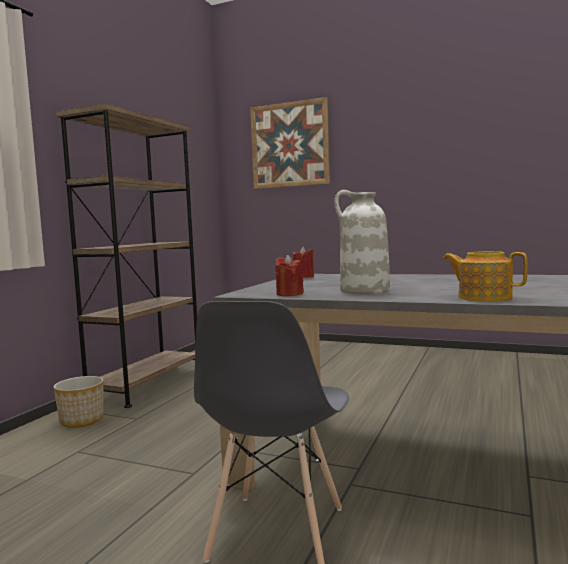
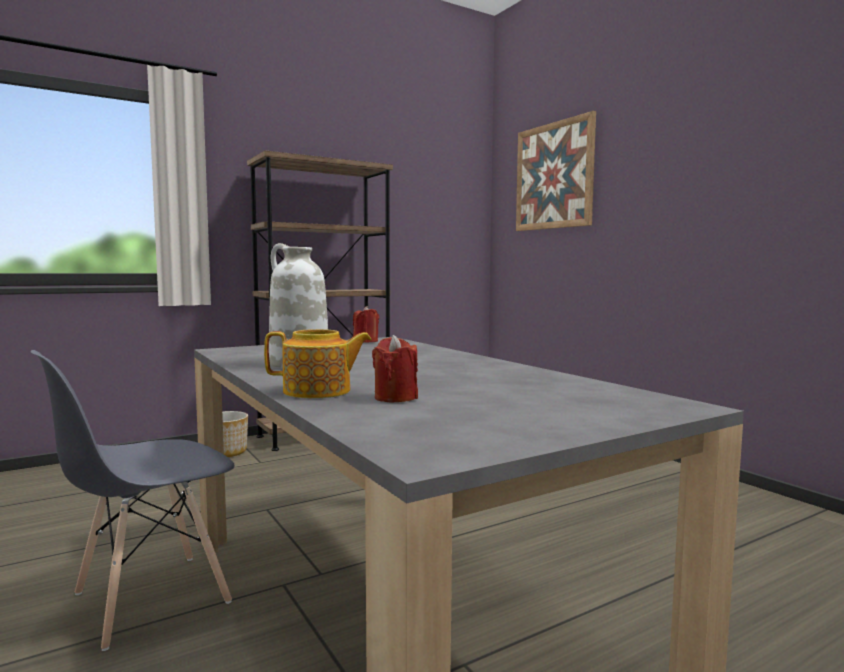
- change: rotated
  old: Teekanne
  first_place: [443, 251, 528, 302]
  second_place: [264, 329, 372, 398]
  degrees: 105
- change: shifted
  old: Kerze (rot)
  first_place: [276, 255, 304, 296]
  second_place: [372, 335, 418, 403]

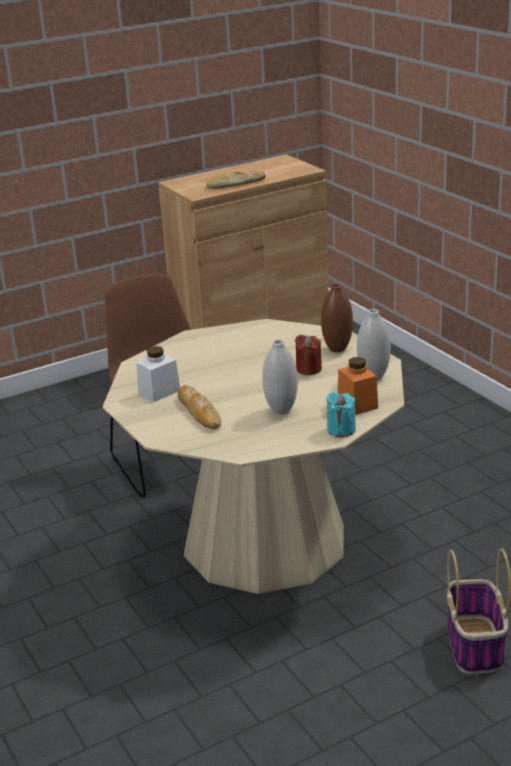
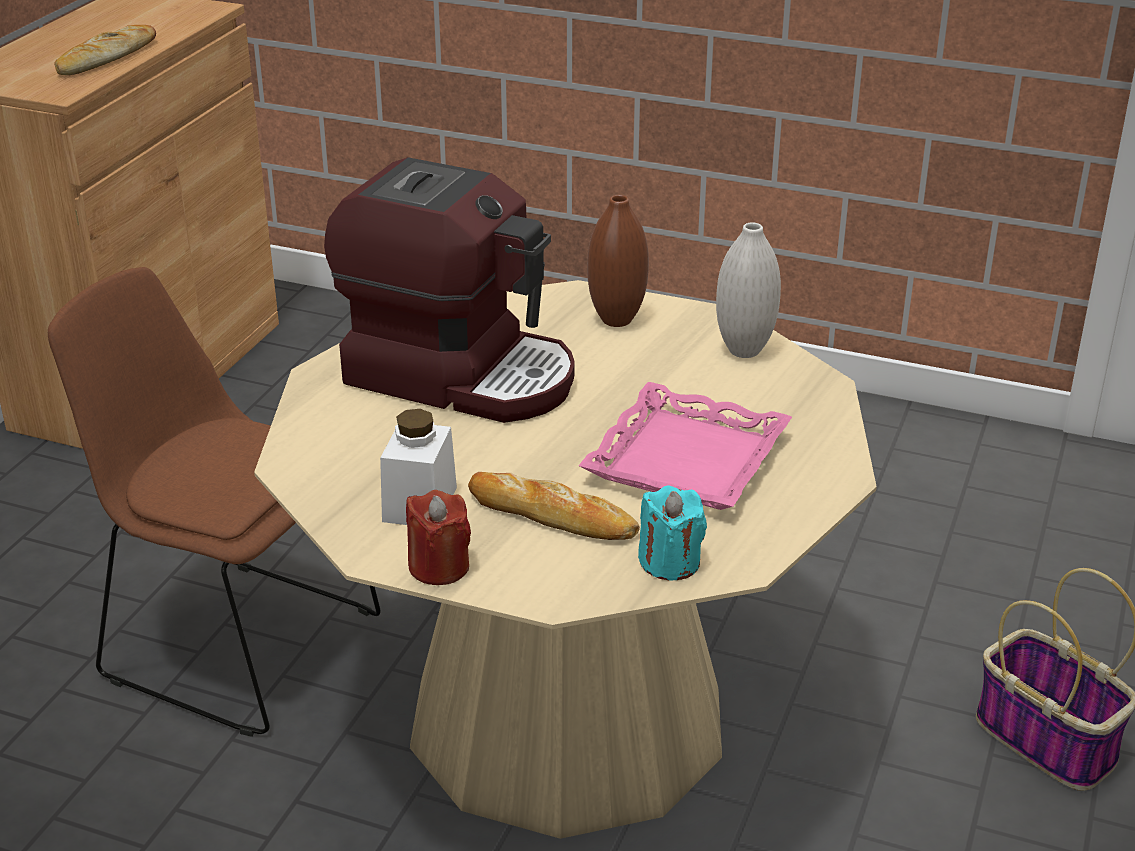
- change: shifted
  old: Kerze (rot)
  first_place: [295, 335, 322, 375]
  second_place: [406, 490, 471, 585]
- change: swapped
  old: Vase (weiß)
  new: Tablett (rosa)
  first_place: [262, 340, 298, 415]
  second_place: [579, 382, 792, 510]
- change: gone
  old: Vorratsglas (orange)
  first_place: [338, 357, 378, 415]
- change: shifted
  old: Kerze (türkis)
  first_place: [326, 392, 356, 437]
  second_place: [638, 486, 707, 580]
- change: new
  new: Kaffeemaschine
  second_place: [324, 157, 575, 423]

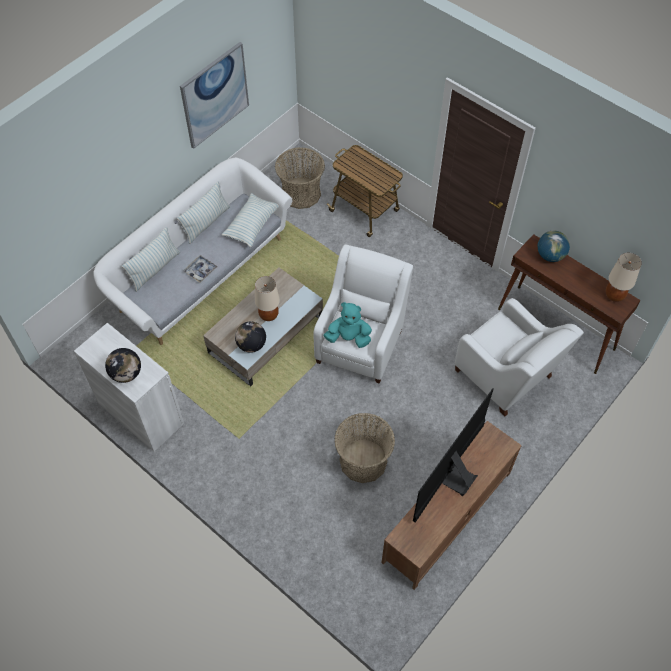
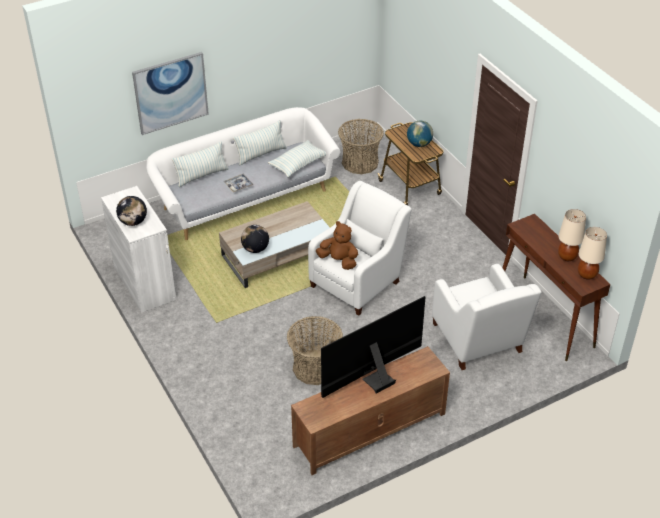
- change: shifted
  old: Bild
  first_place: [180, 42, 249, 149]
  second_place: [132, 52, 209, 135]
- change: shifted
  old: Globus
  first_place: [538, 230, 570, 262]
  second_place: [407, 121, 433, 147]
- change: shifted
  old: Tischlampe (beige)
  first_place: [255, 276, 280, 321]
  second_place: [558, 209, 586, 261]
- change: repainted
  old: Plüschtier (türkis)
  new: Plüschtier (braun)
  first_place: [324, 302, 372, 348]
  second_place: [316, 221, 358, 270]

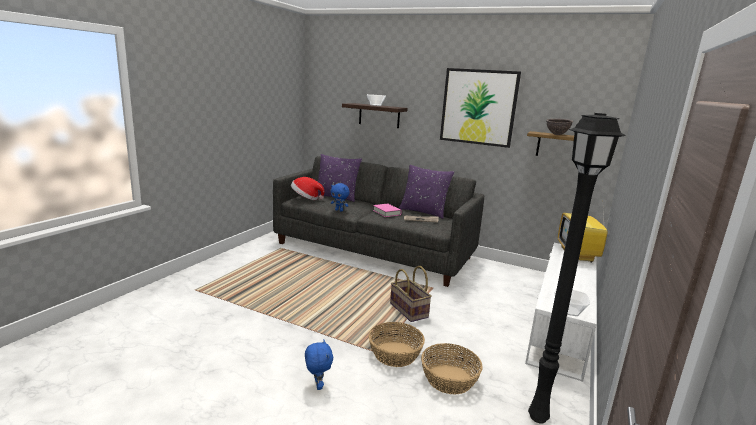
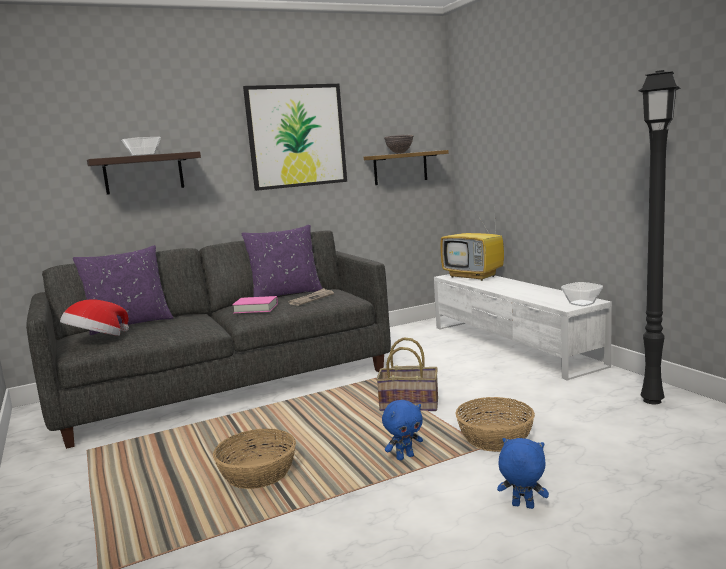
- change: shifted
  old: Plüschtier (blau)
  first_place: [331, 183, 350, 212]
  second_place: [382, 400, 423, 460]
- change: shifted
  old: Korb
  first_place: [421, 343, 483, 394]
  second_place: [213, 429, 296, 489]

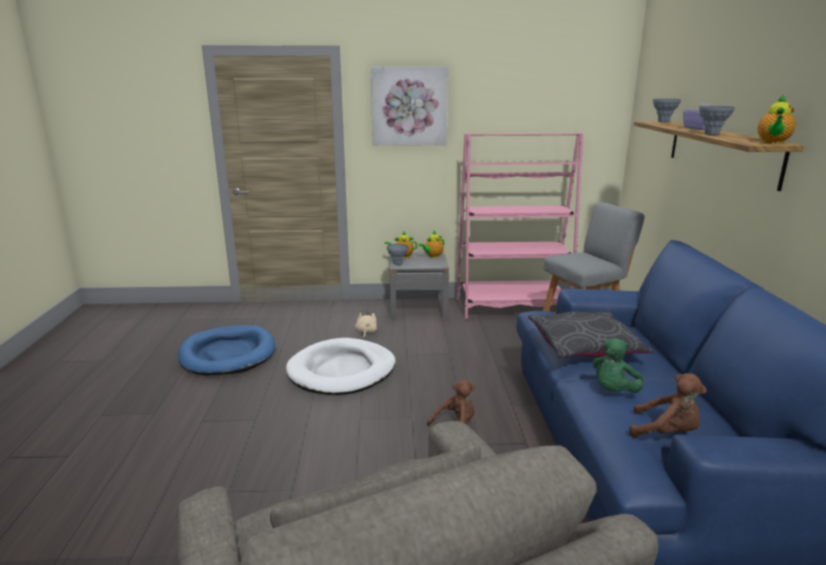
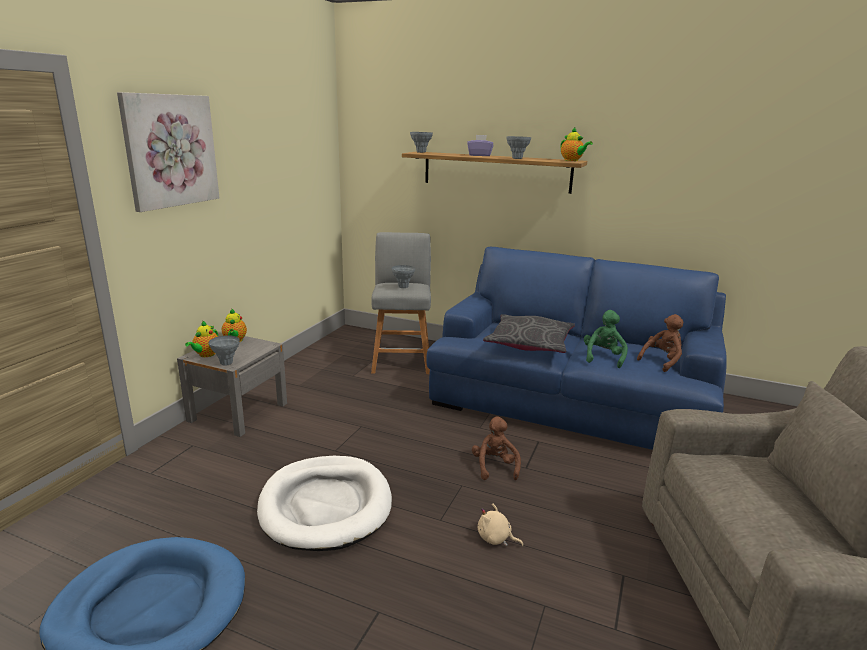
- change: gone
  old: Bücherregal (rosa)
  first_place: [456, 133, 583, 319]
- change: shifted
  old: Plüschtier (beige)
  first_place: [355, 312, 377, 338]
  second_place: [478, 503, 524, 546]
- change: rotated
  old: Plüschtier (grün)
  first_place: [593, 338, 643, 393]
  second_place: [584, 310, 628, 368]
  degrees: -135
- change: new
  new: Vase (grau)
  second_place: [392, 265, 415, 288]

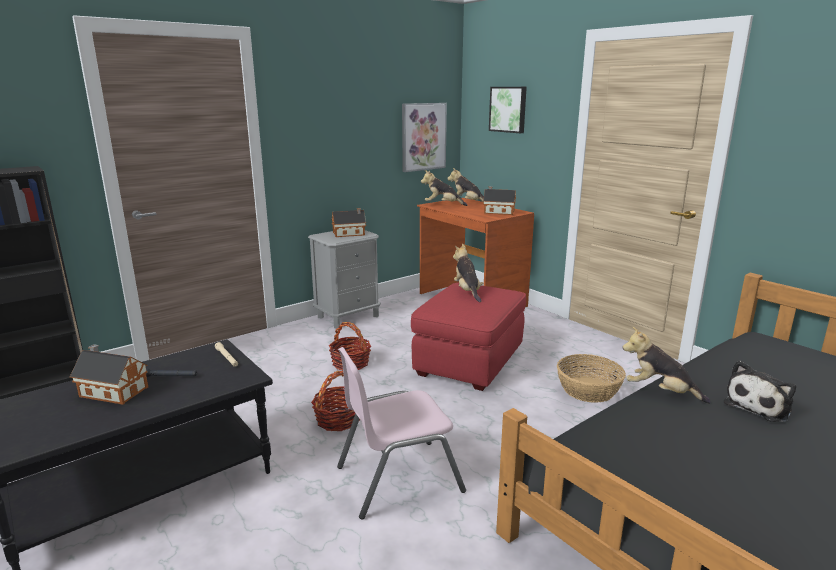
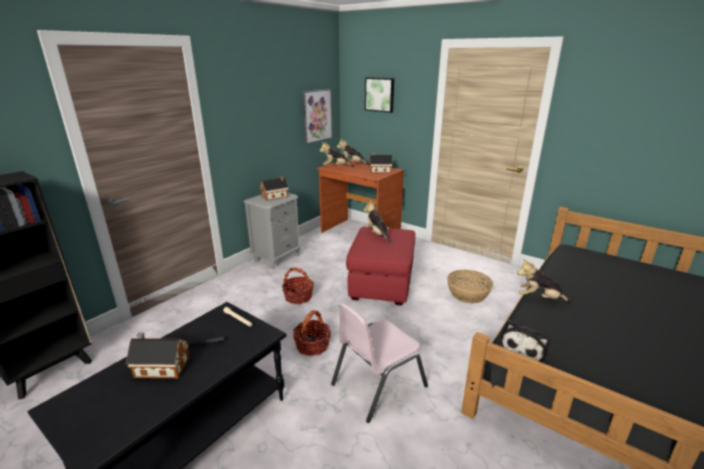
- change: shifted
  old: Plüschtier
  first_place: [724, 361, 796, 422]
  second_place: [500, 320, 551, 363]

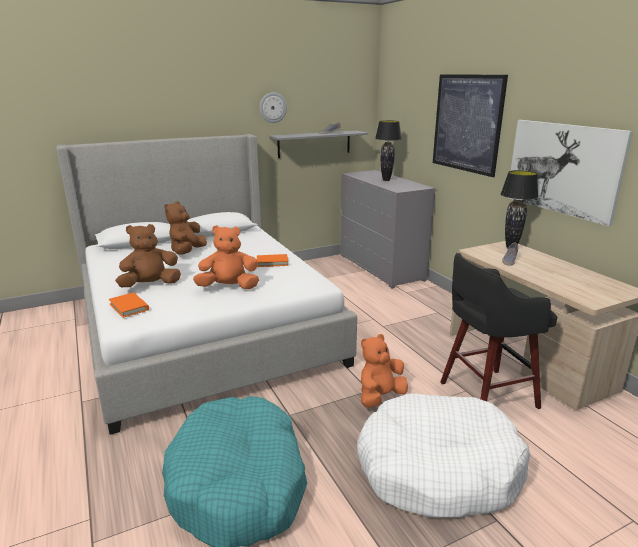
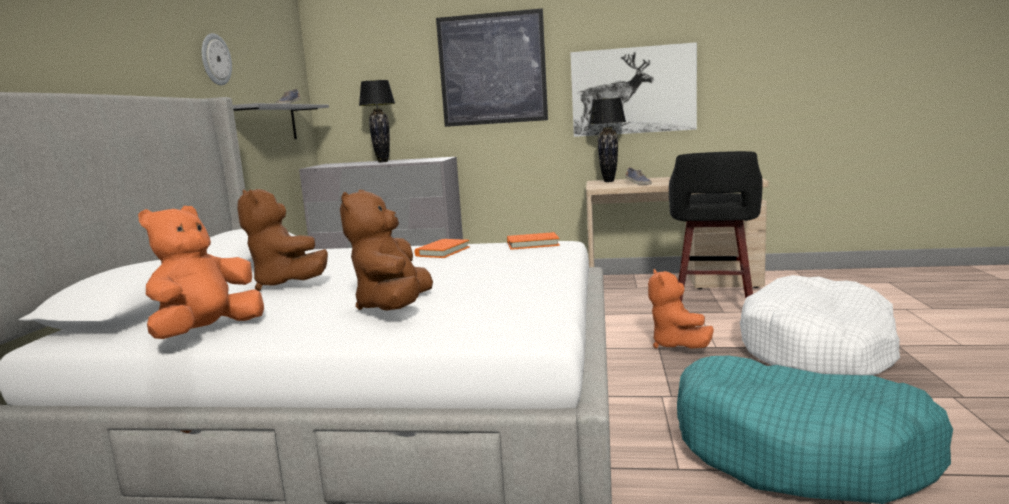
- change: shifted
  old: Plüschtier (orange)
  first_place: [193, 225, 259, 289]
  second_place: [138, 206, 264, 339]
- change: shifted
  old: Buch (orange)
  first_place: [109, 292, 149, 318]
  second_place: [507, 232, 560, 250]

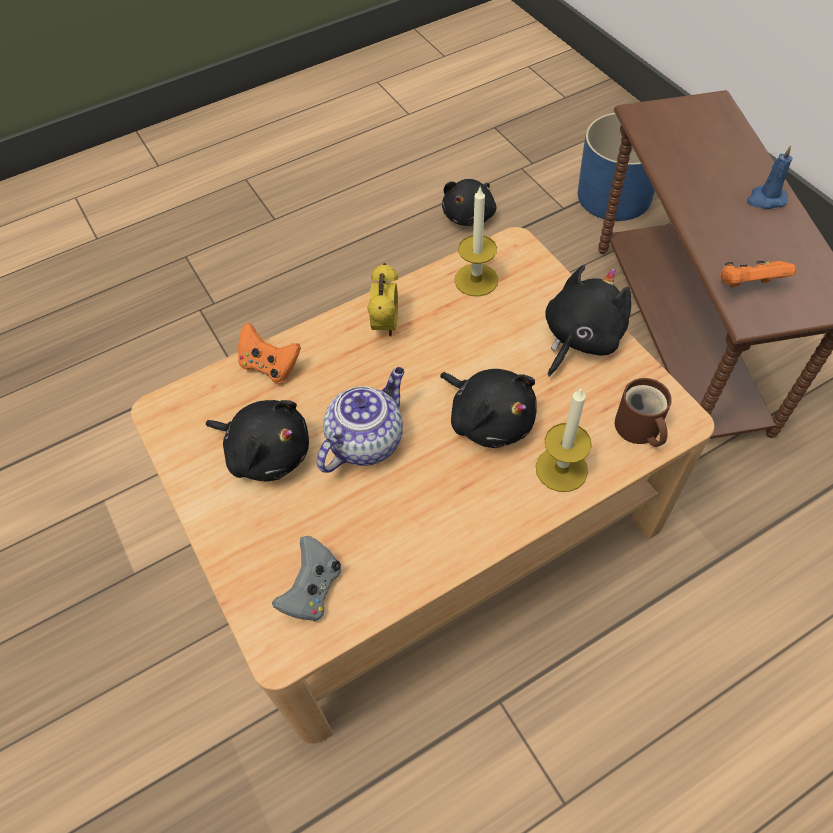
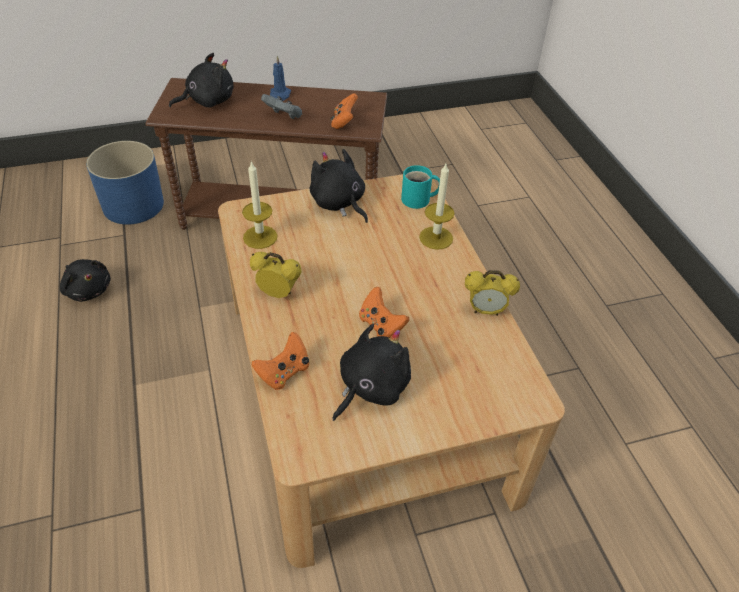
- change: swapped
  old: Teekanne
  new: Gamepad (orange)
  first_place: [317, 367, 404, 473]
  second_place: [359, 287, 409, 338]
- change: shifted
  old: Plüschtier (schwarz)
  first_place: [440, 369, 537, 448]
  second_place: [169, 53, 234, 108]
- change: repainted
  old: Henkelbecher (braun)
  new: Henkelbecher (türkis)
  first_place: [615, 378, 672, 447]
  second_place: [401, 165, 440, 209]
- change: shifted
  old: Gamepad (grau)
  first_place: [272, 536, 341, 622]
  second_place: [261, 94, 302, 119]
- change: new
  new: Wecker
  second_place: [465, 270, 520, 316]

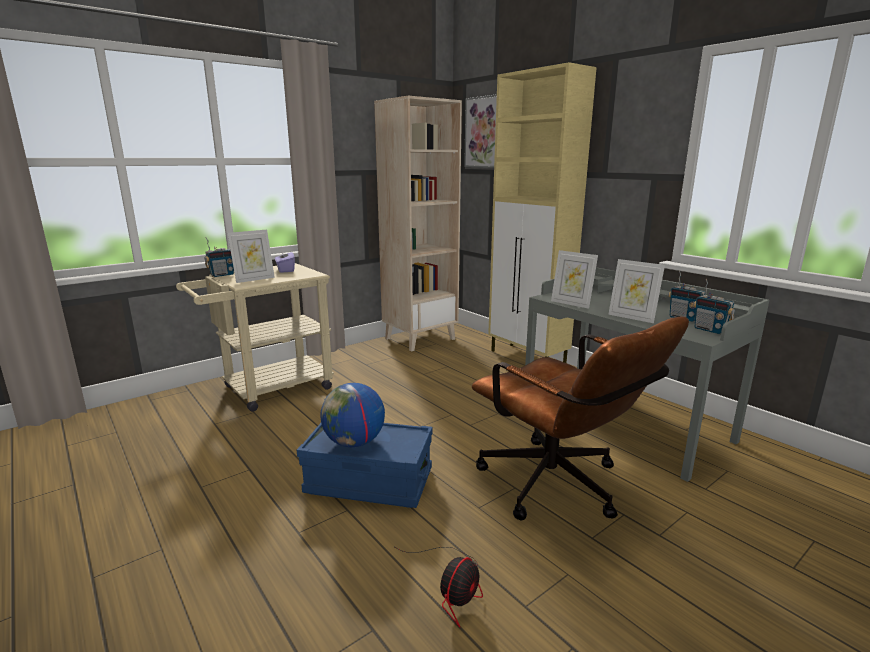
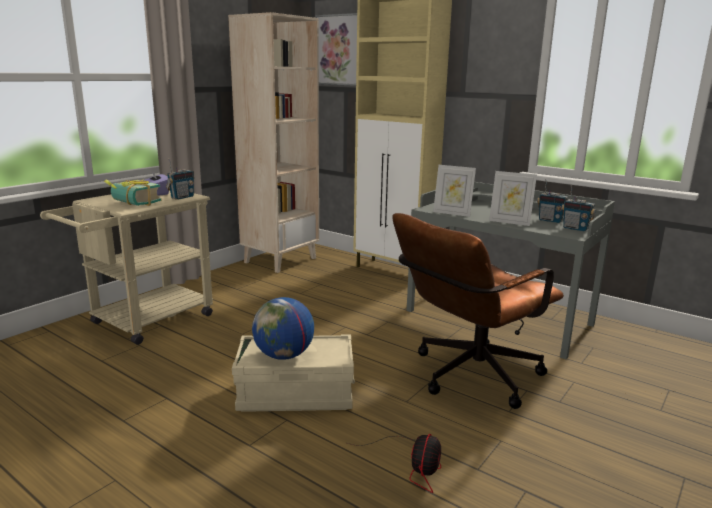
- change: swapped
  old: Bilderrahmen
  new: Buch
  first_place: [228, 230, 275, 283]
  second_place: [104, 179, 161, 206]
- change: shifted
  old: Radio
  first_place: [204, 237, 234, 277]
  second_place: [166, 159, 195, 200]
- change: rotated
  old: Bürostuhl (braun)
  first_place: [472, 317, 689, 521]
  second_place: [393, 213, 564, 409]
  degrees: 105
- change: repainted
  old: Aufbewahrungsbox (blau)
  new: Aufbewahrungsbox (beige)
  first_place: [297, 423, 432, 508]
  second_place: [232, 334, 355, 412]

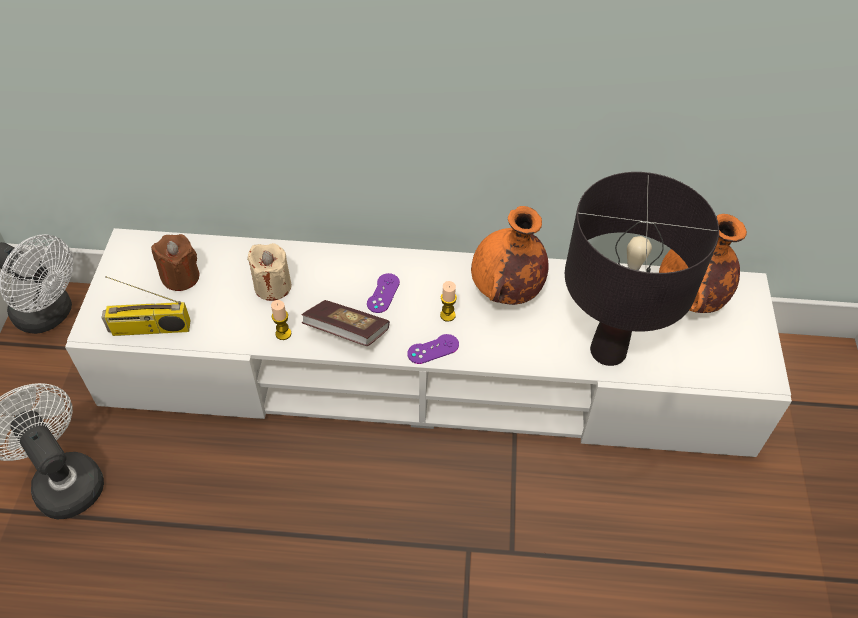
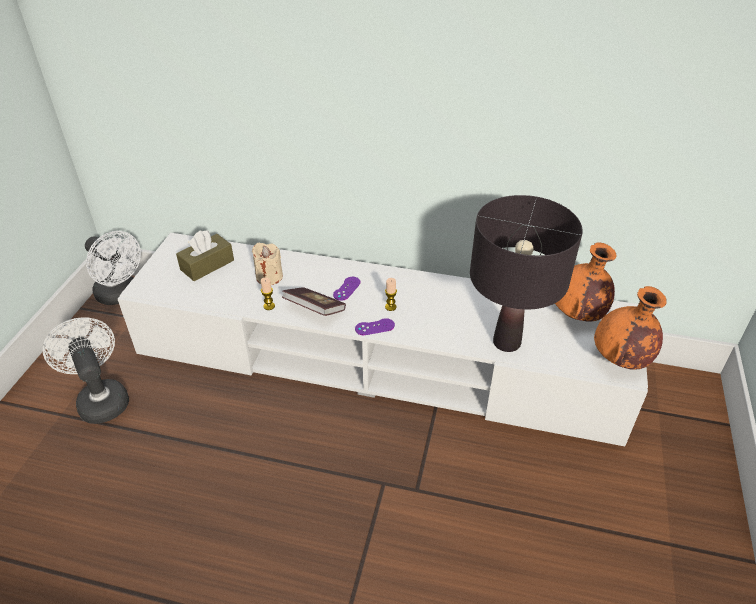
- change: shifted
  old: Vase (orange)
  first_place: [471, 206, 549, 305]
  second_place: [594, 286, 667, 369]
- change: swapped
  old: Kerze (braun)
  new: Taschentuchbox (braun)
  first_place: [151, 234, 200, 291]
  second_place: [176, 230, 234, 281]
- change: gone
  old: Radio
  first_place: [101, 276, 191, 336]

